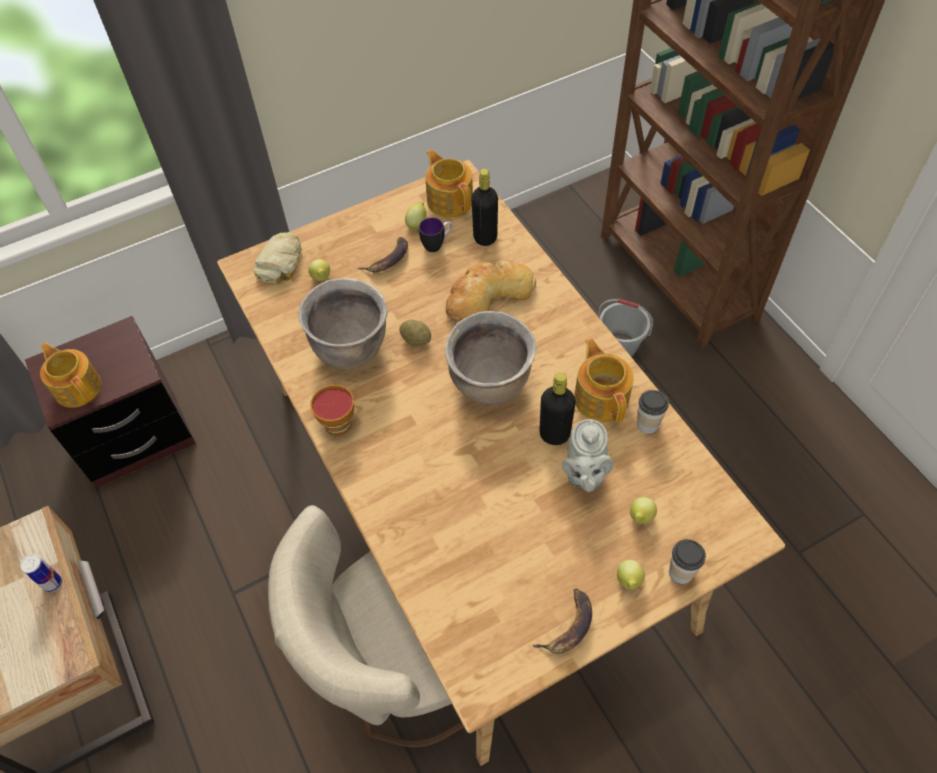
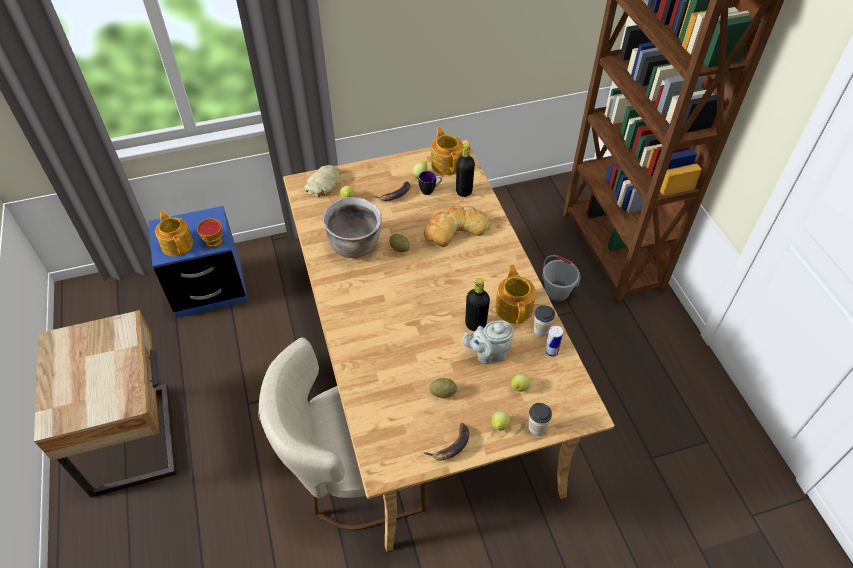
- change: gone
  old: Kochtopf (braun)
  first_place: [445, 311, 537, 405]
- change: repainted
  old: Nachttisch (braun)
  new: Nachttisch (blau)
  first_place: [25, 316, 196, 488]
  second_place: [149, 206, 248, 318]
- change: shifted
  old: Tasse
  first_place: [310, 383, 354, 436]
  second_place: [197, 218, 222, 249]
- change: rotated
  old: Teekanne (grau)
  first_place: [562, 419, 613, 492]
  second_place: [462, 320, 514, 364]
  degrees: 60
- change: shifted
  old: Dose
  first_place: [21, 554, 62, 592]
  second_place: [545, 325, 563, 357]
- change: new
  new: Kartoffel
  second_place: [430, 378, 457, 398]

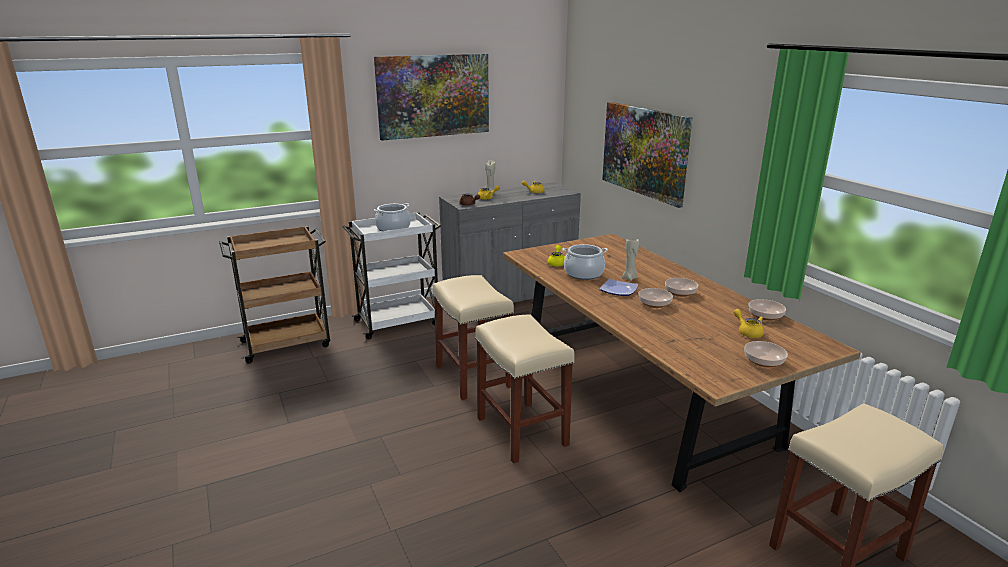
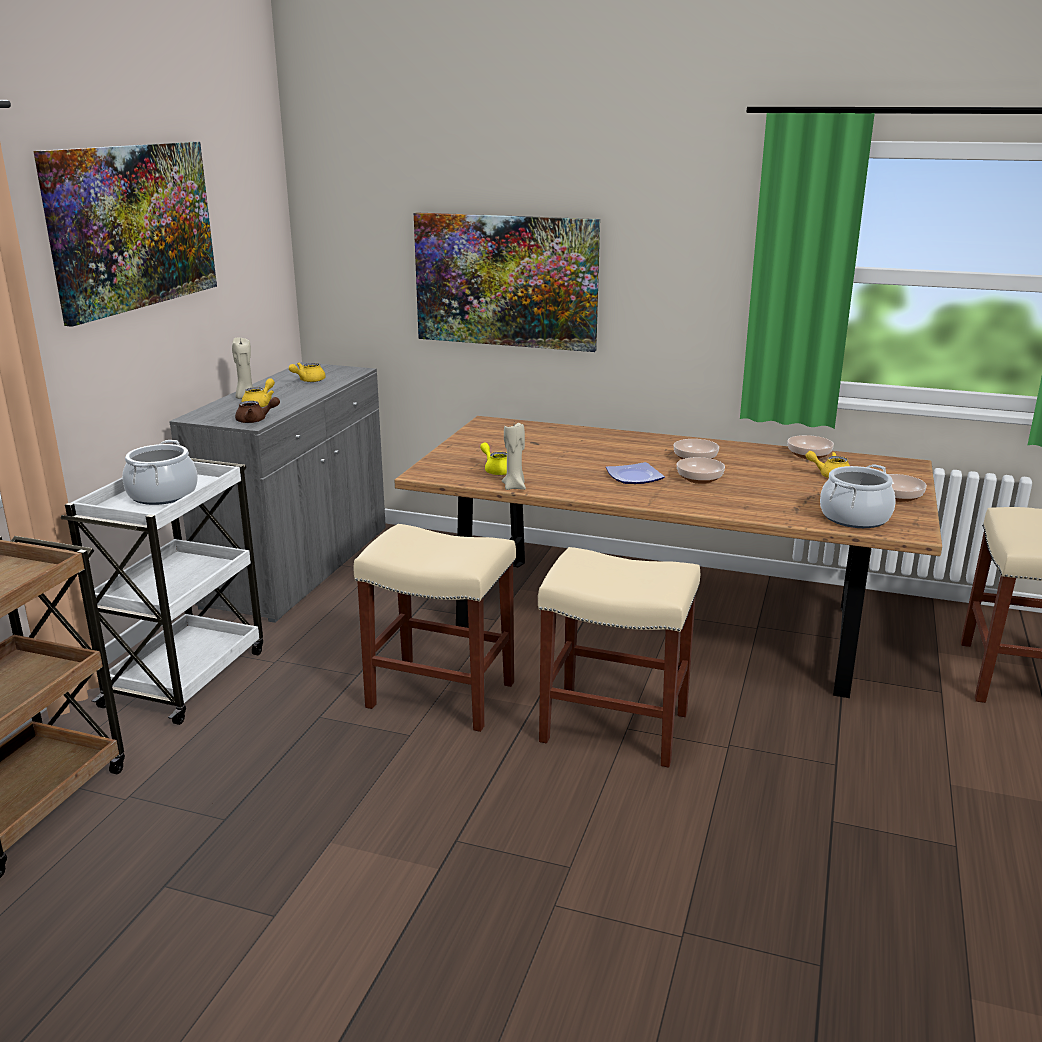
- change: shifted
  old: Kerze (beige)
  first_place: [622, 239, 639, 281]
  second_place: [502, 423, 526, 490]
- change: shifted
  old: Kochtopf
  first_place: [562, 244, 608, 280]
  second_place: [820, 464, 895, 528]

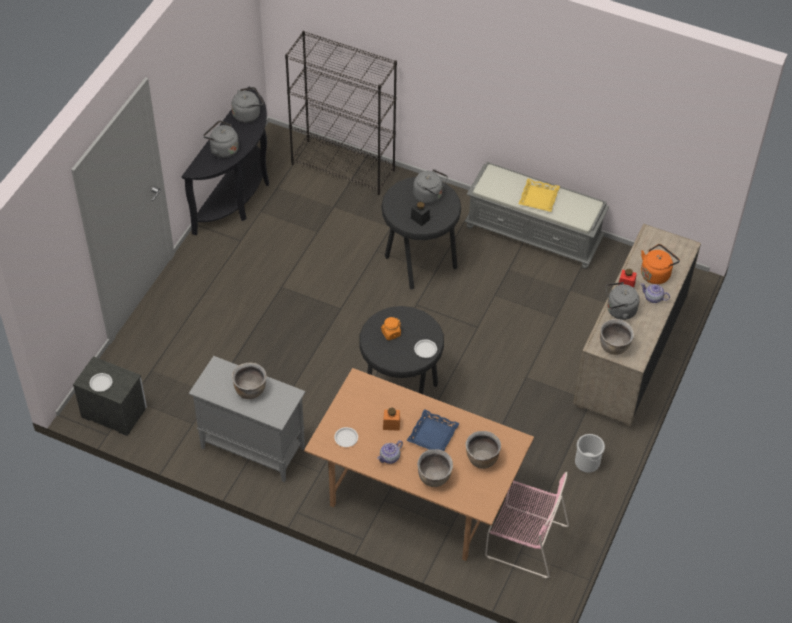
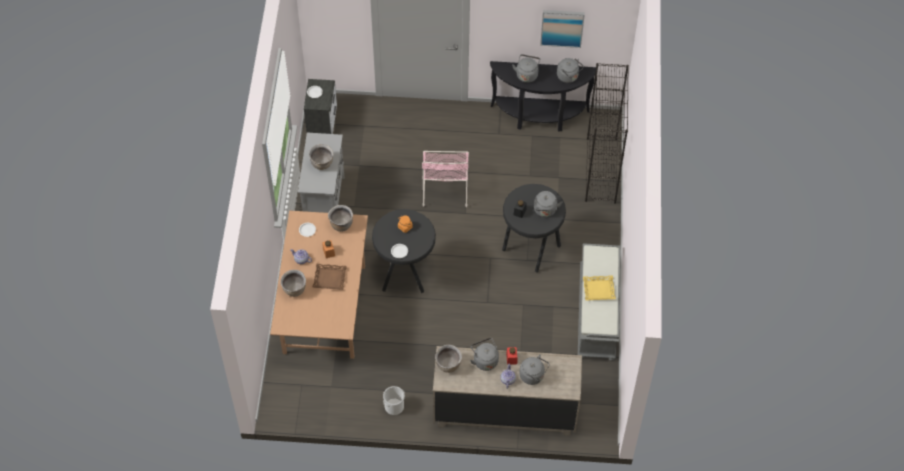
- change: repainted
  old: Wasserkessel (orange)
  new: Wasserkessel (grau)
  first_place: [641, 244, 680, 284]
  second_place: [519, 354, 550, 385]
- change: repainted
  old: Tablett (blau)
  new: Tablett (braun)
  first_place: [407, 409, 460, 451]
  second_place: [313, 264, 347, 290]
- change: shifted
  old: Kochtopf (braun)
  first_place: [465, 431, 501, 469]
  second_place: [328, 205, 353, 232]
- change: shifted
  old: Stuhl (rosa)
  first_place: [485, 472, 569, 578]
  second_place: [422, 151, 469, 208]
- change: new
  new: Bild
  second_place: [540, 10, 585, 48]

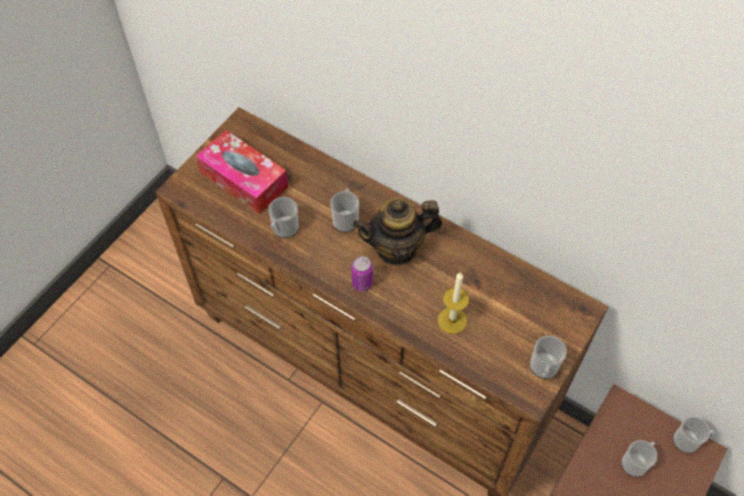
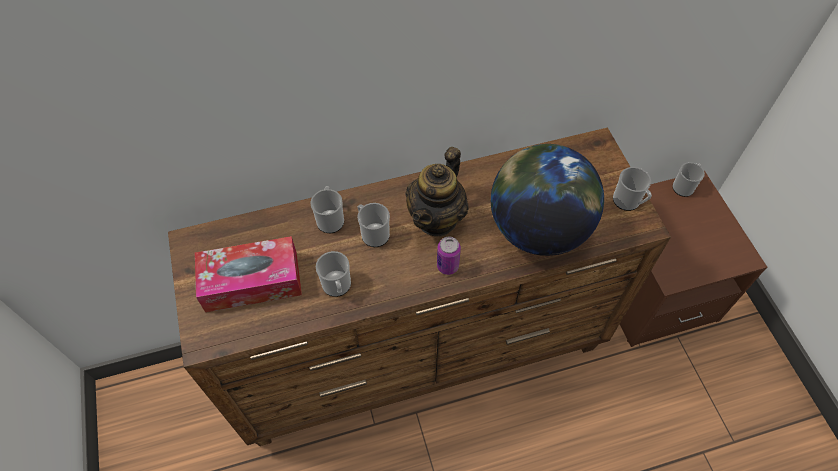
- change: swapped
  old: Kerze
  new: Globus
  first_place: [438, 272, 469, 334]
  second_place: [491, 144, 604, 256]
- change: shifted
  old: Henkelbecher
  first_place: [622, 440, 657, 477]
  second_place: [310, 186, 344, 233]

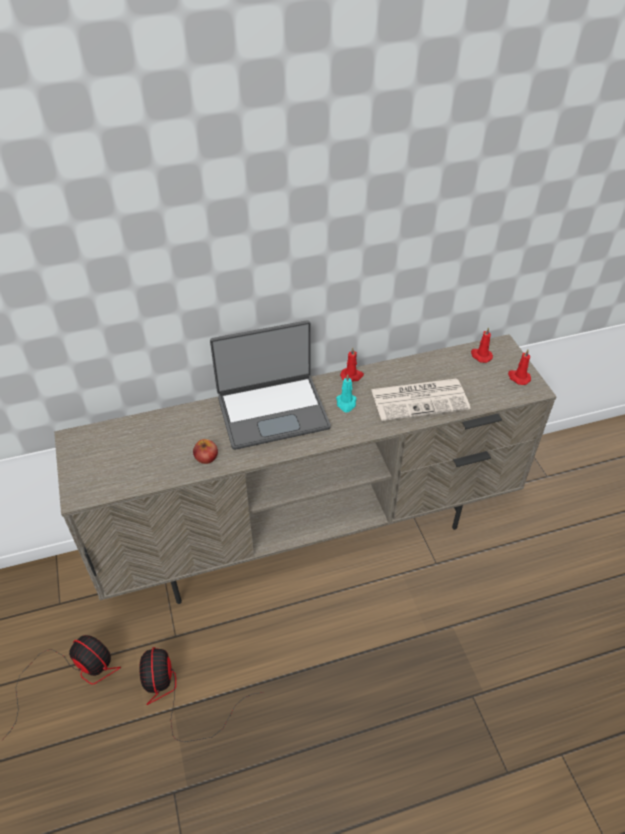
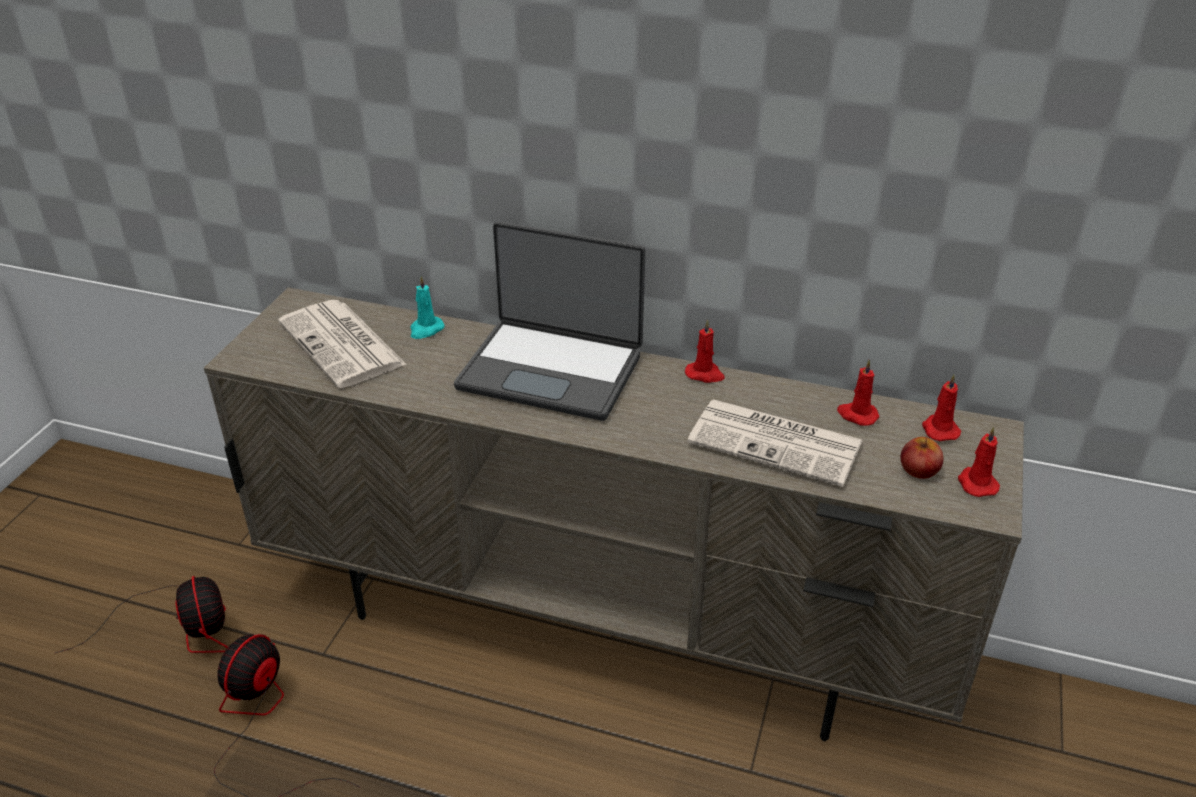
- change: shifted
  old: Kerze (türkis)
  first_place: [336, 374, 357, 413]
  second_place: [410, 276, 445, 339]
- change: shifted
  old: Apfel
  first_place: [193, 439, 218, 464]
  second_place: [901, 437, 944, 479]
- change: new
  new: Zeitung
  second_place: [278, 300, 407, 388]
- change: new
  new: Kerze (rot)
  second_place: [837, 360, 880, 426]

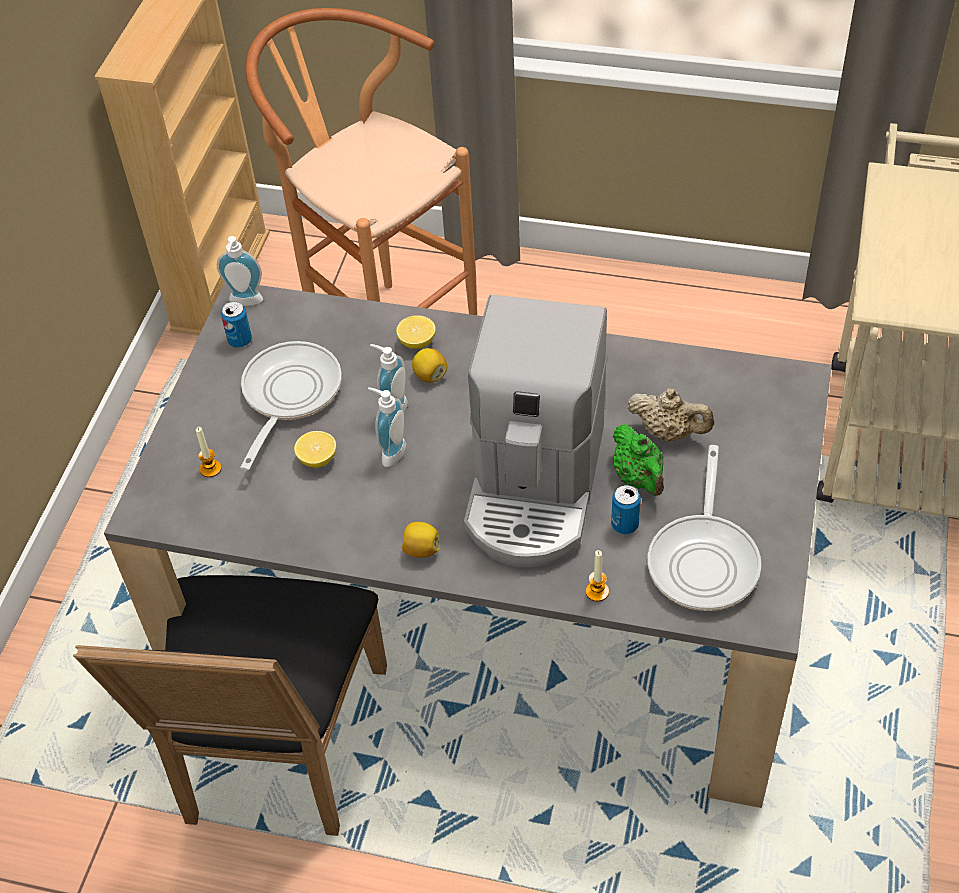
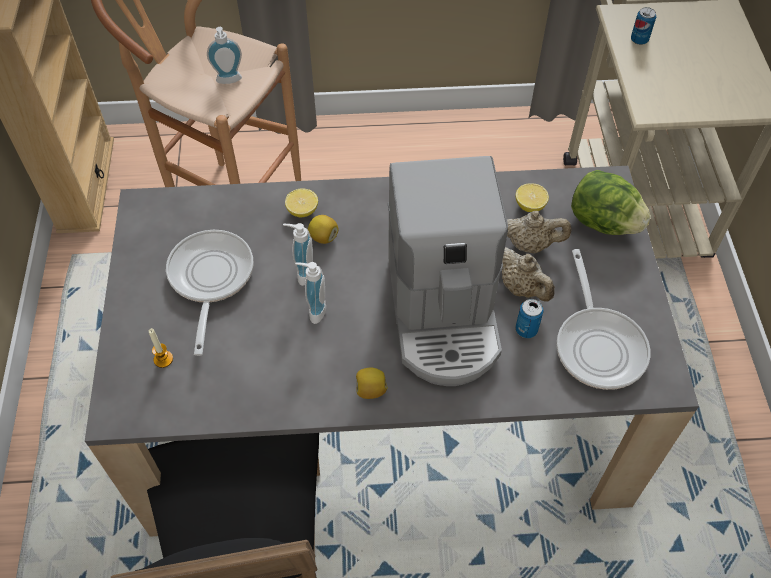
- change: shifted
  old: Seifenspender
  first_place: [217, 236, 263, 306]
  second_place: [207, 27, 242, 84]
- change: shifted
  old: Dose
  first_place: [221, 301, 252, 348]
  second_place: [631, 7, 656, 45]
- change: repainted
  old: Teekanne (grün)
  new: Teekanne (beige)
  first_place: [613, 424, 664, 496]
  second_place: [502, 247, 555, 302]
- change: shifted
  old: Zitrone
  first_place: [294, 431, 336, 468]
  second_place: [516, 183, 549, 212]
- change: gone
  old: Kerze
  first_place: [586, 550, 609, 602]
- change: new
  new: Salatkopf
  second_place: [571, 170, 651, 235]

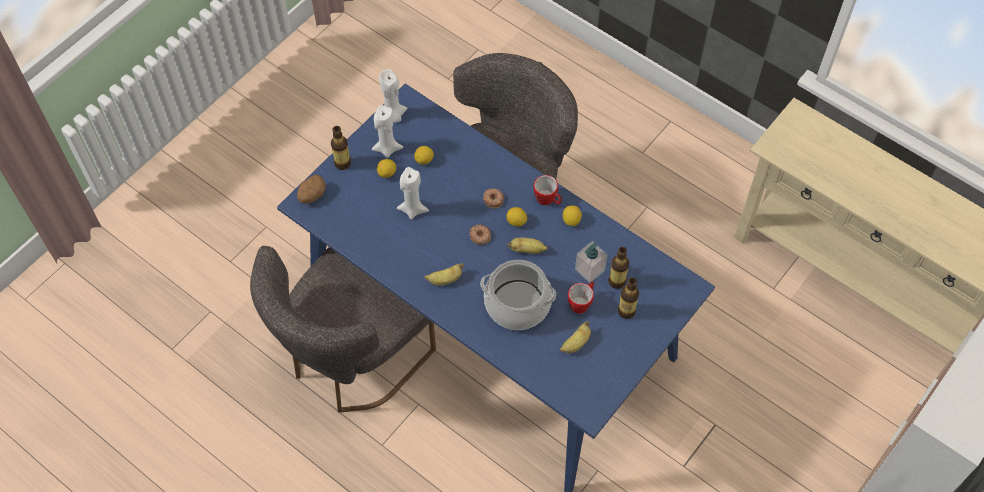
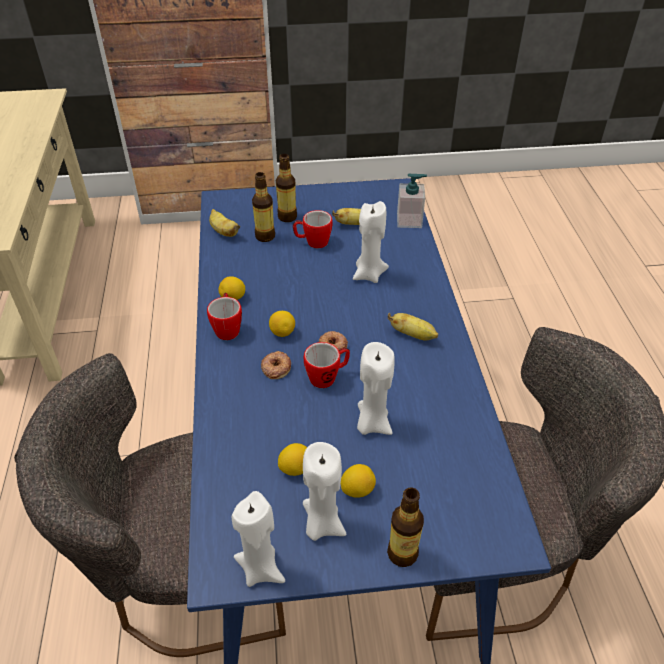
- change: gone
  old: Kartoffel
  first_place: [297, 175, 326, 204]
- change: shifted
  old: Banane
  first_place: [507, 238, 548, 254]
  second_place: [209, 209, 240, 237]
- change: shifted
  old: Seifenspender
  first_place: [575, 241, 608, 283]
  second_place: [397, 173, 427, 228]
- change: swapped
  old: Kochtopf
  new: Kerze (weiß)
  first_place: [480, 260, 556, 330]
  second_place: [353, 201, 389, 283]
- change: new
  new: Henkelbecher
  second_place: [304, 342, 350, 388]

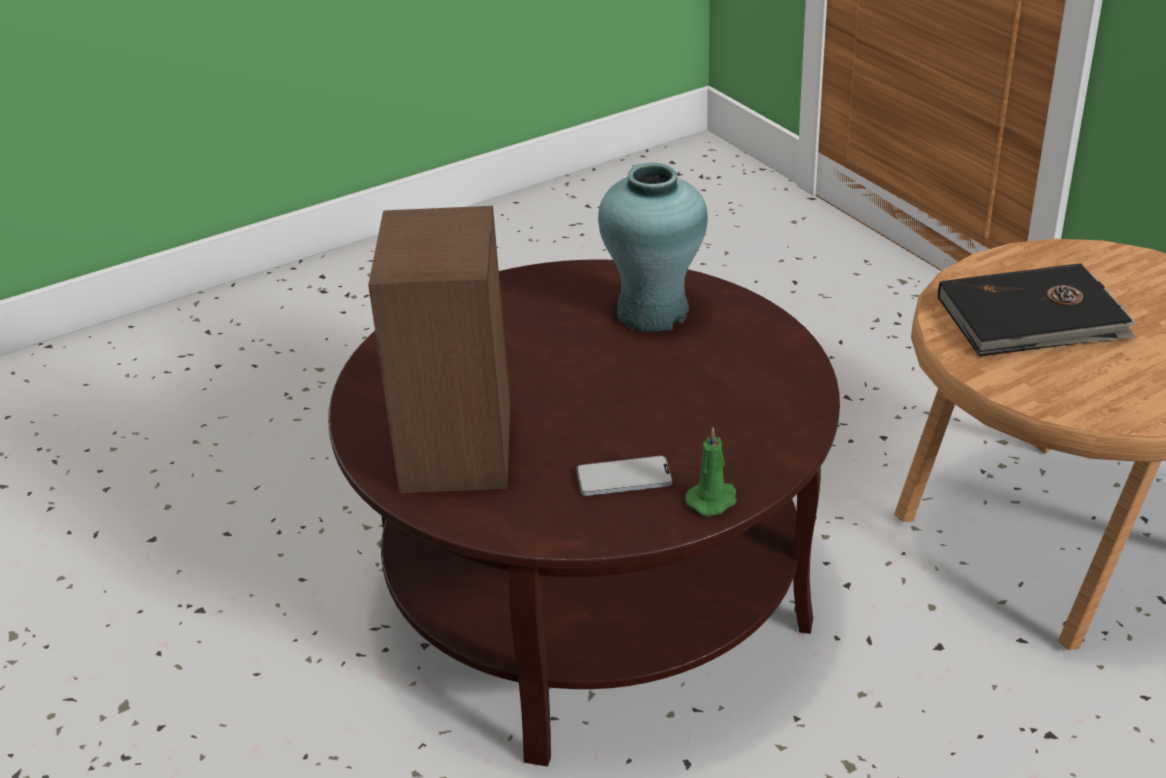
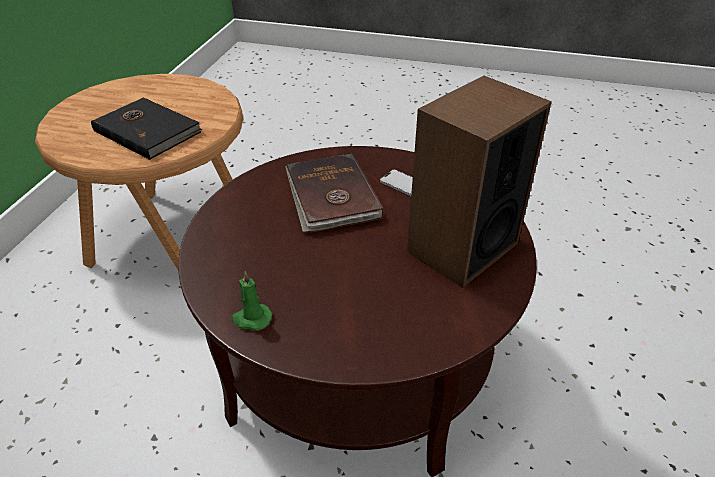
- change: gone
  old: Vase (türkis)
  first_place: [598, 163, 708, 332]
- change: shifted
  old: Kerze (grün)
  first_place: [685, 427, 737, 516]
  second_place: [231, 271, 272, 331]
- change: new
  new: Buch (braun)
  second_place: [285, 153, 384, 233]

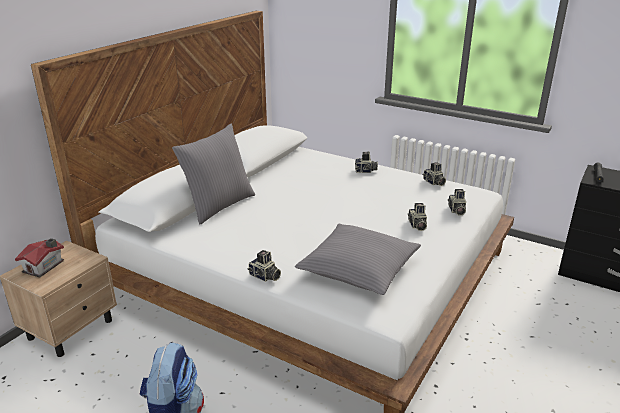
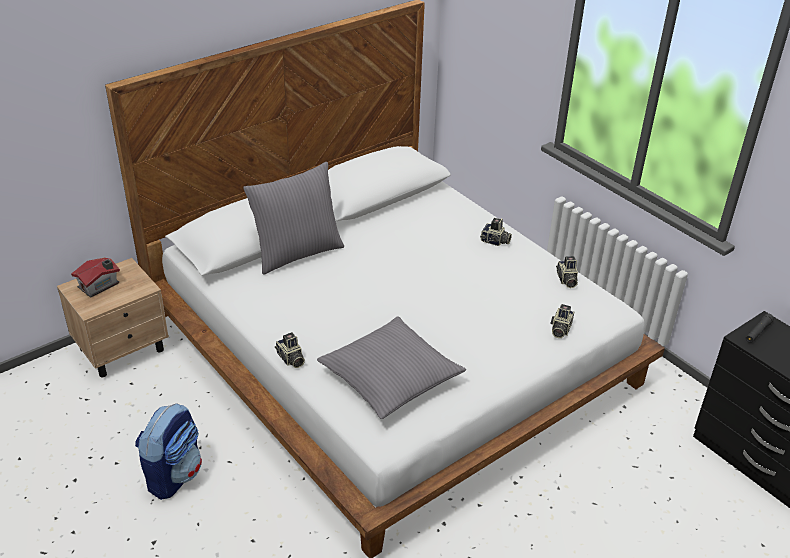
- change: gone
  old: Kamera
  first_place: [408, 203, 427, 231]

